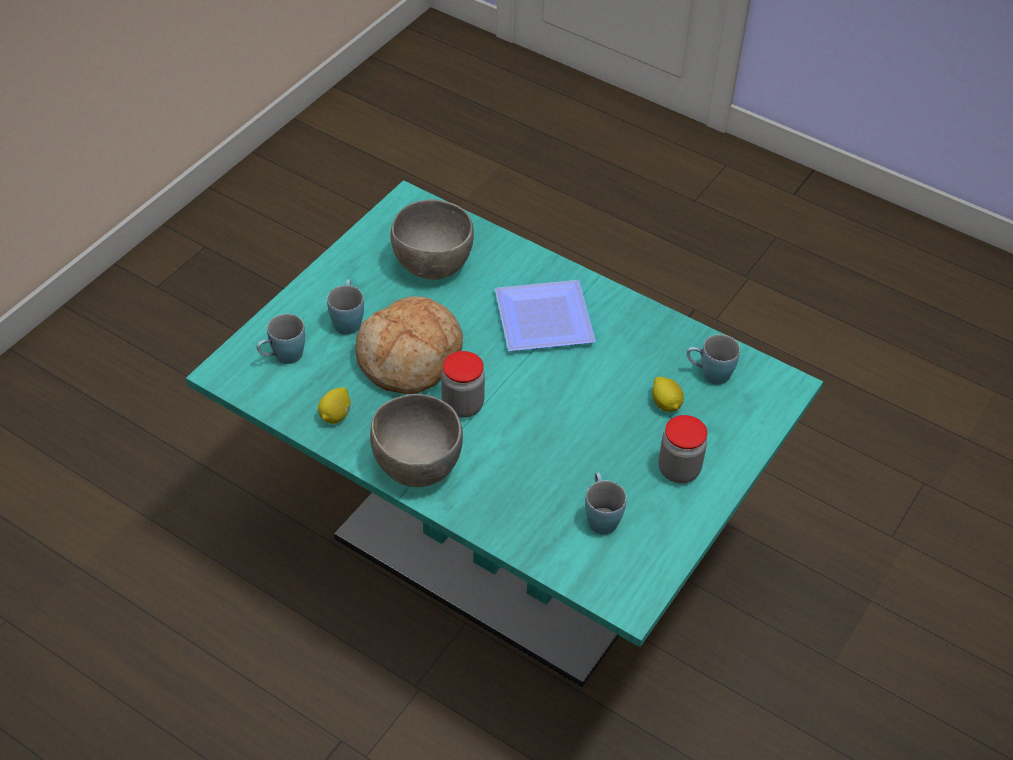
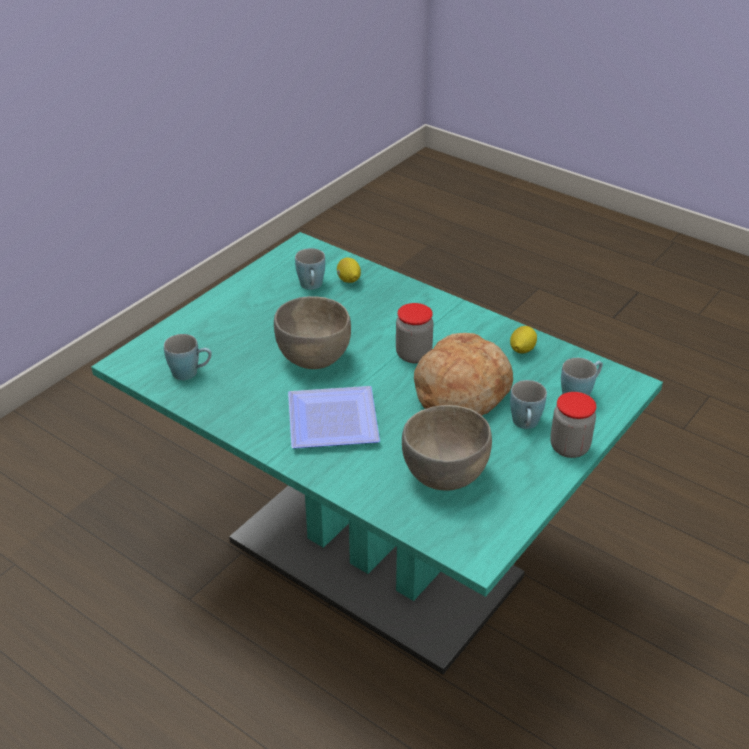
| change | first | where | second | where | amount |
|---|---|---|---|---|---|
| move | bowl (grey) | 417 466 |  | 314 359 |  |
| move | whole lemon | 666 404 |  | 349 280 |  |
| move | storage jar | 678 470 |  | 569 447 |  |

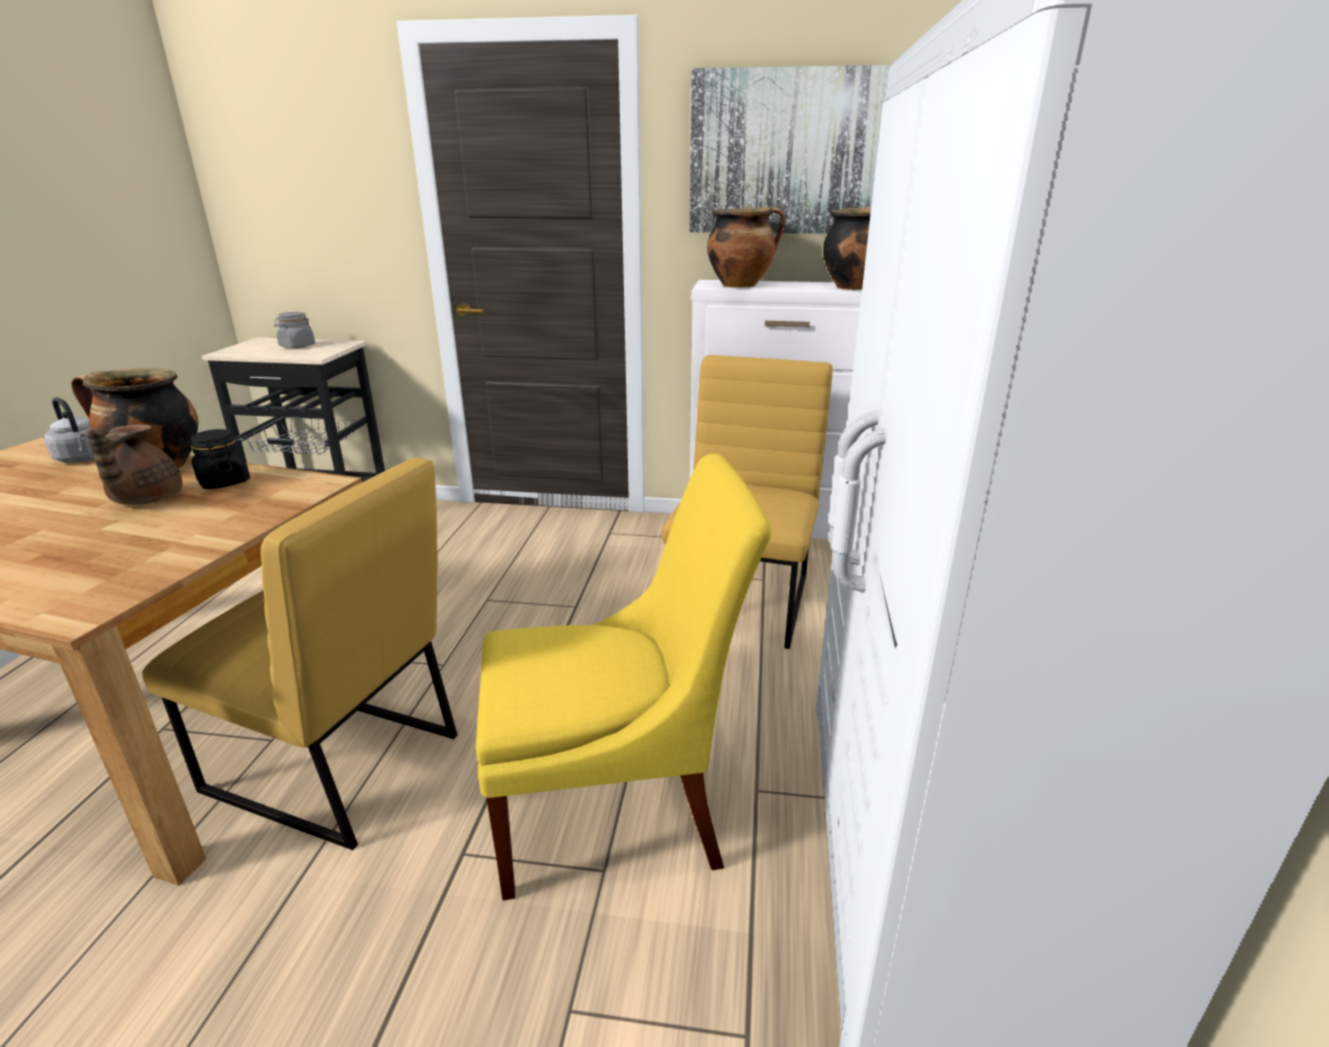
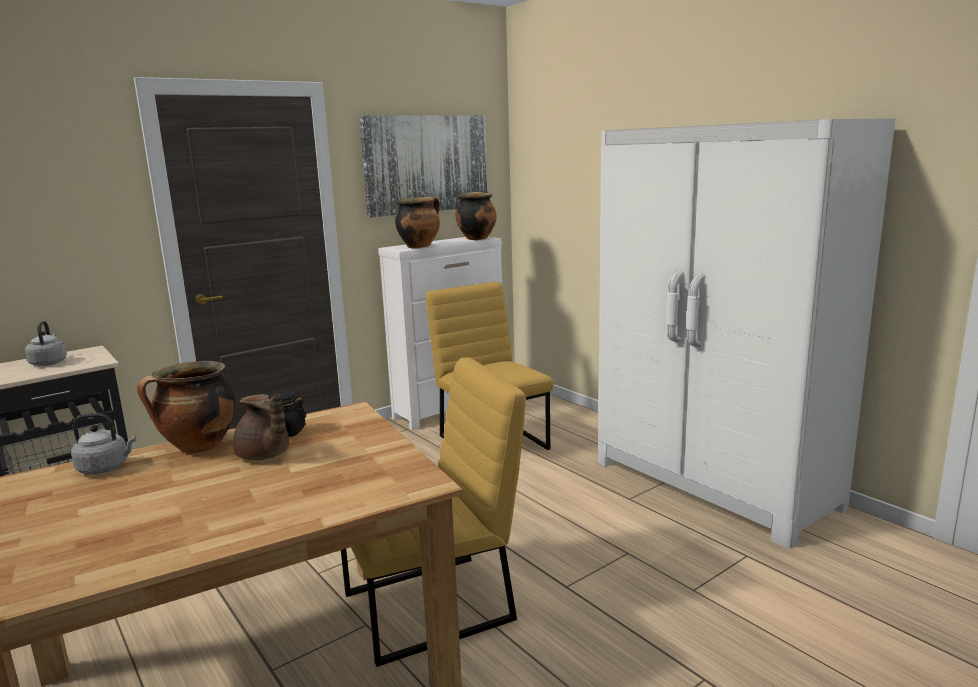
| change | first | where | second | where | amount |
|---|---|---|---|---|---|
| replace | storage jar (grey) | 297 346 | water kettle (grey) | 49 362 |  |
| delete | chair (yellow-coloured) | 618 808 |  |  |  |

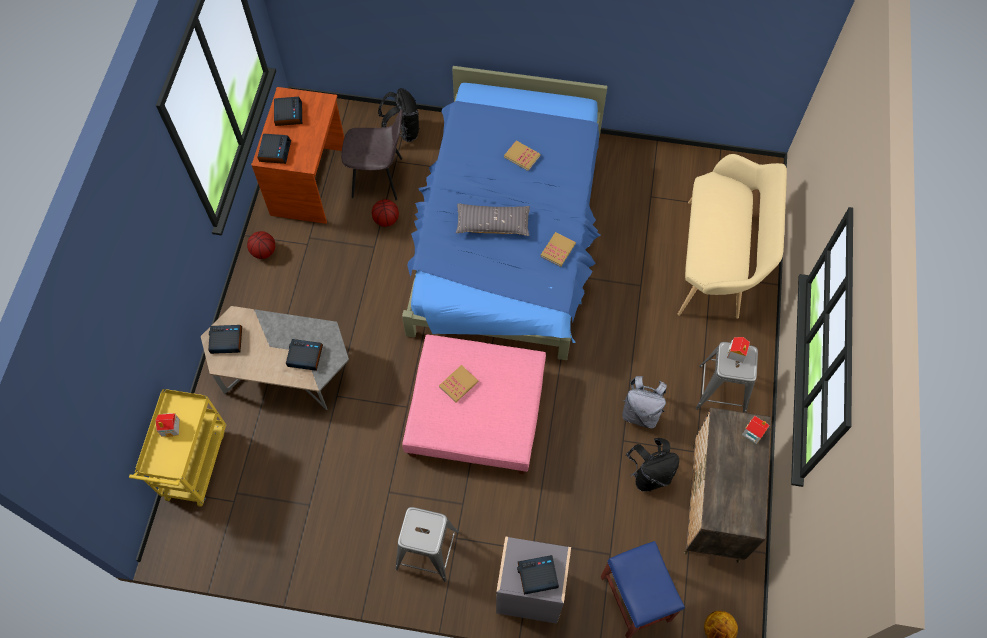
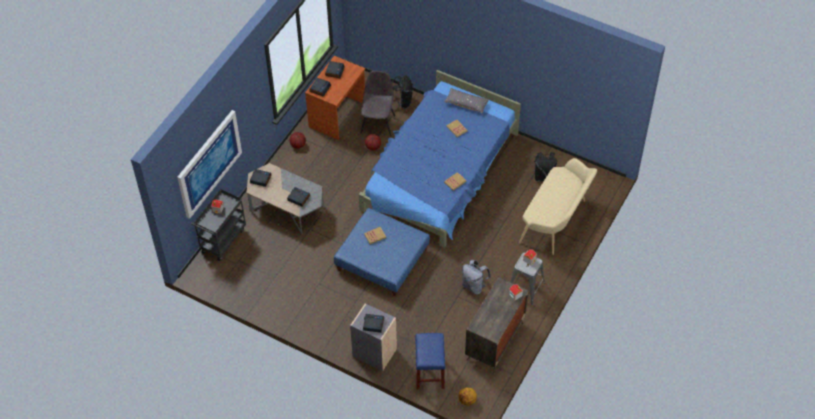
| change | first | where | second | where | amount |
|---|---|---|---|---|---|
| insert |  |  | picture | 209 163 |  |
| recolor | trolley (yellow-coloured) | 196 467 | trolley (grey) | 222 242 |  |
| recolor | ottoman (pinkish) | 476 412 | ottoman (blue) | 382 259 |  |
| rotate | chair (grey) | 379 178 |  | 378 123 | 105 degrees counterclockwise |
| move | cushion (grey) | 492 224 |  | 466 103 |  |
| move | backpack (black) | 649 474 |  | 544 176 |  |
| delete | stool (grey) | 427 550 |  |  |  |

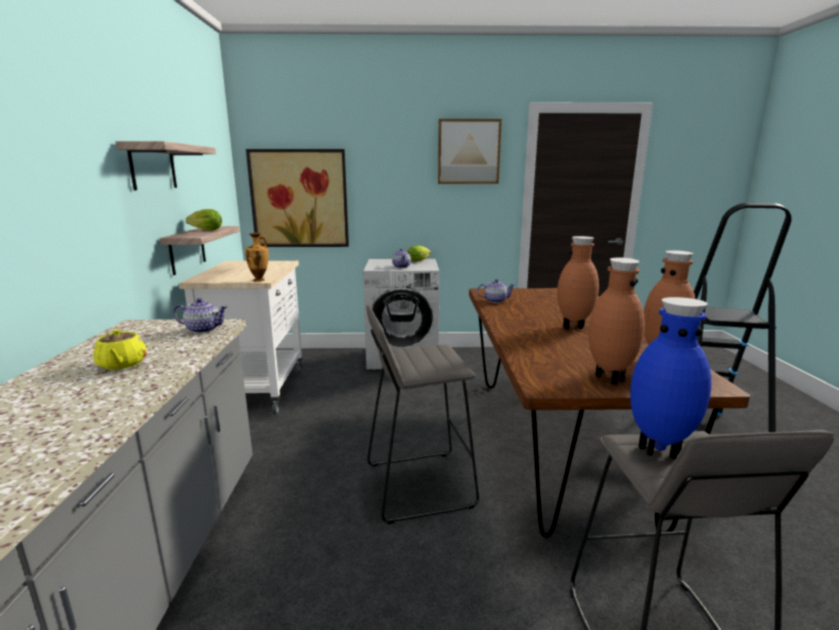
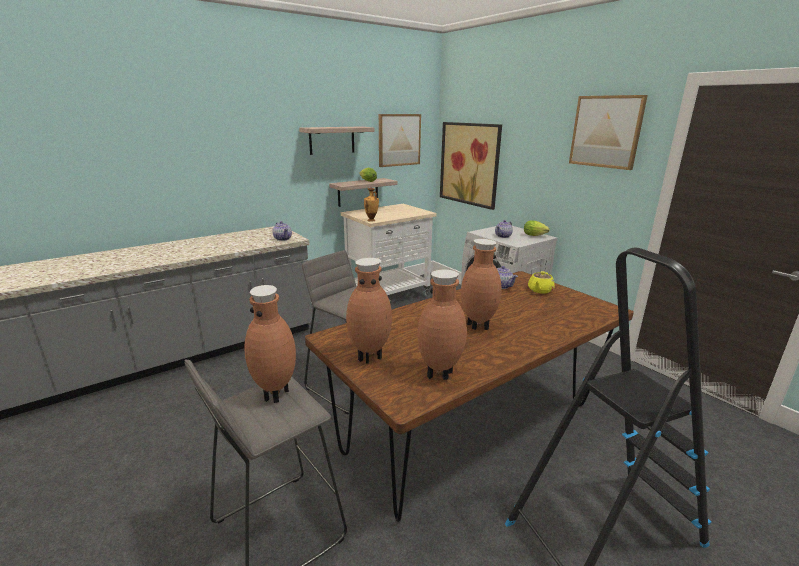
| change | first | where | second | where | amount |
|---|---|---|---|---|---|
| recolor | vase (blue) | 659 449 | vase (brownish) | 276 394 |  |
| insert |  |  | picture | 399 140 |  |
| move | pot for tea (yellow-coloured) | 122 364 |  | 540 290 |  |

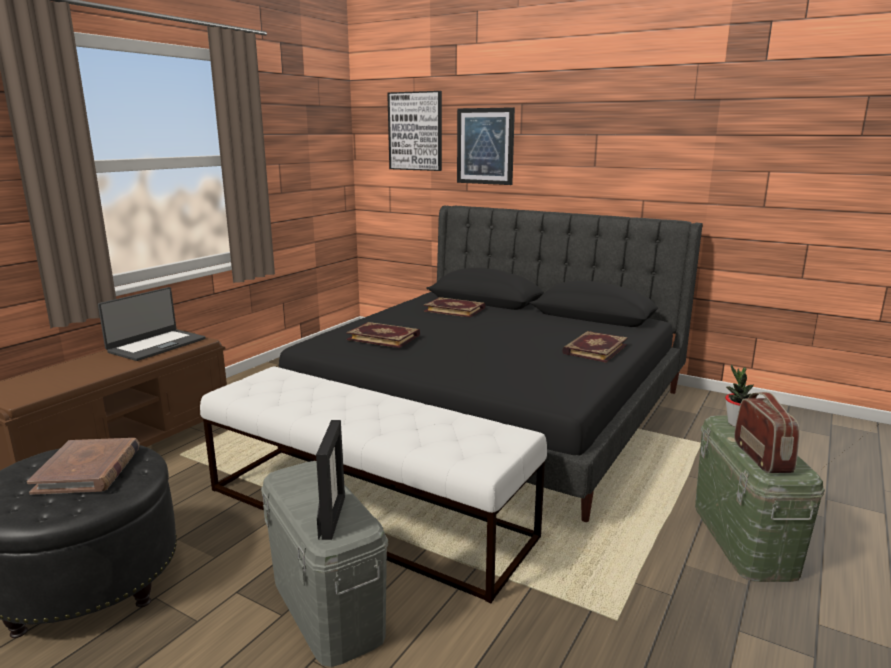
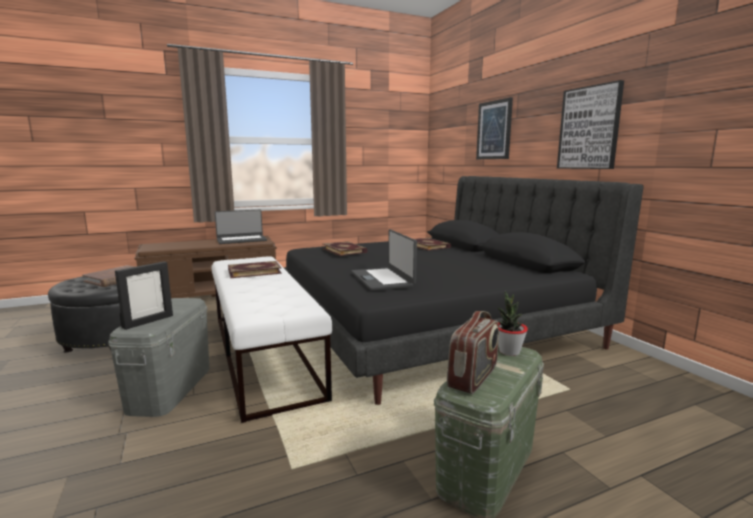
| change | first | where | second | where | amount |
|---|---|---|---|---|---|
| move | bound book | 594 349 |  | 254 271 |  |
| insert |  |  | notebook computer | 382 279 |  |
| move | picture | 415 131 |  | 589 128 |  |

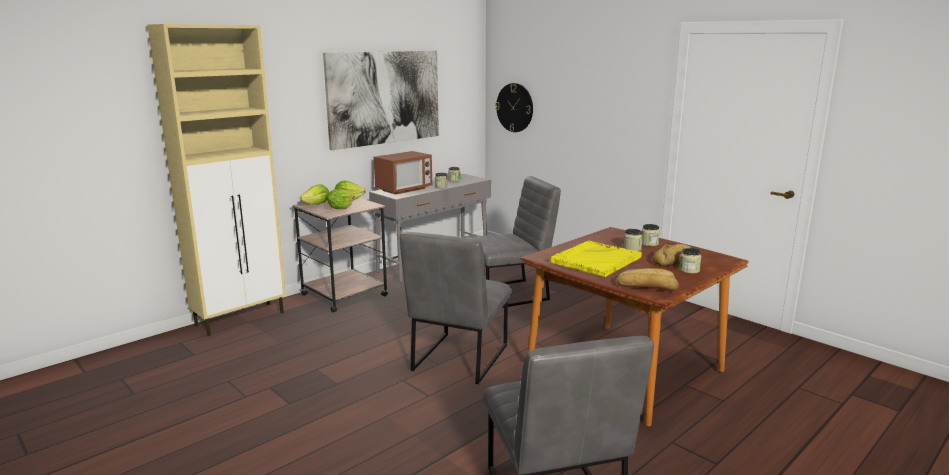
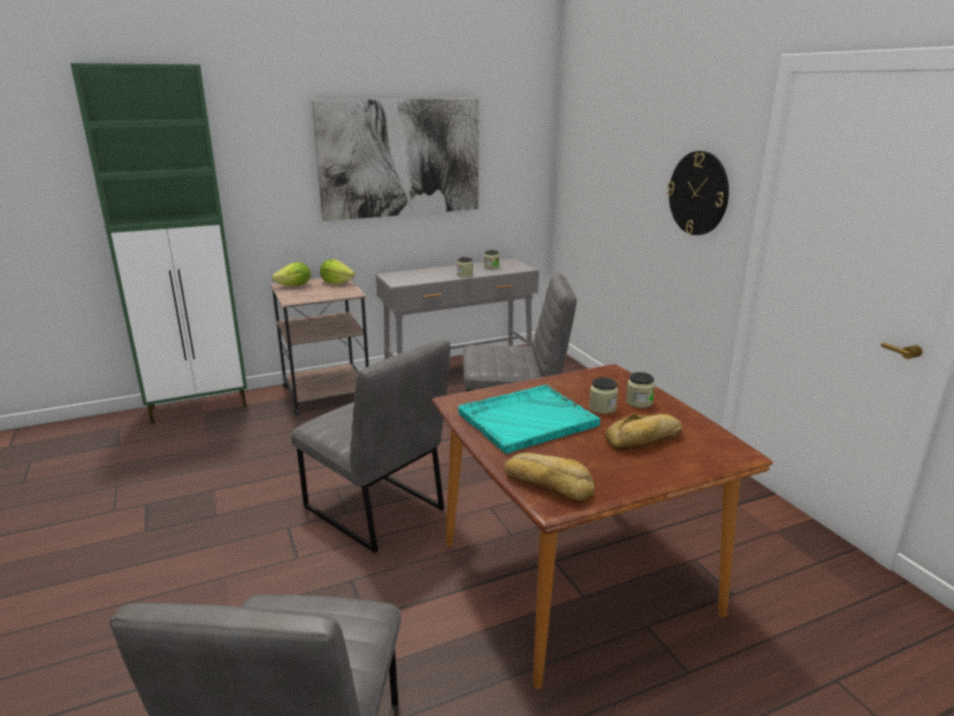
| change | first | where | second | where | amount |
|---|---|---|---|---|---|
| recolor | cupboard (beige-coloured) | 241 318 | cupboard (green) | 200 407 |  |
| rotate | chair (grey) | 458 359 |  | 375 510 | 90 degrees counterclockwise |
| recolor | tray (yellow-coloured) | 595 260 | tray (turquoise) | 526 420 |  |
| move | hanging clock | 514 107 |  | 698 193 |  |
| delete | head of lettuce | 340 208 |  |  |  |
| delete | microwave oven | 404 189 |  |  |  |
| delete | storage jar | 689 270 |  |  |  |

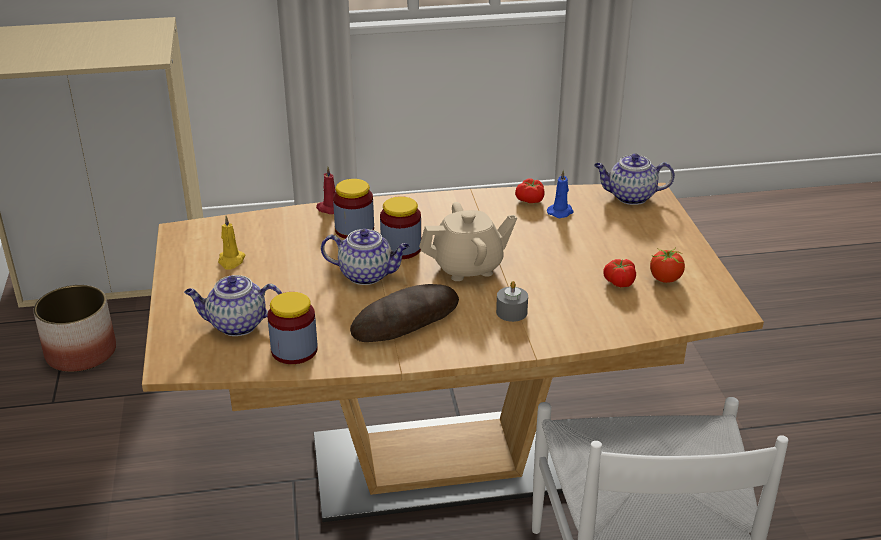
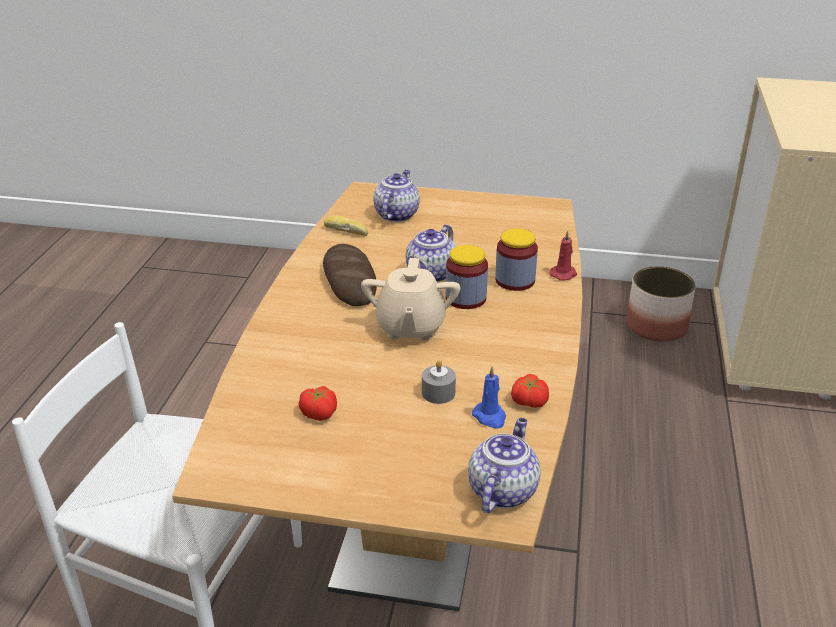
| change | first | where | second | where | amount |
|---|---|---|---|---|---|
| replace | storage jar | 294 350 | baked bread | 346 231 |  |
| move | candle (grey) | 511 312 |  | 438 393 |  |
| delete | candle (yellow-coloured) | 231 261 |  |  |  |
| delete | fresh tomato | 665 279 |  |  |  |

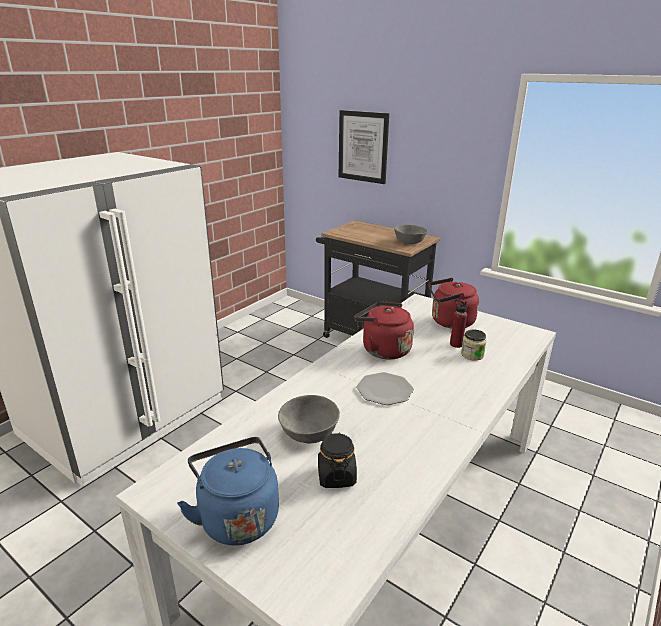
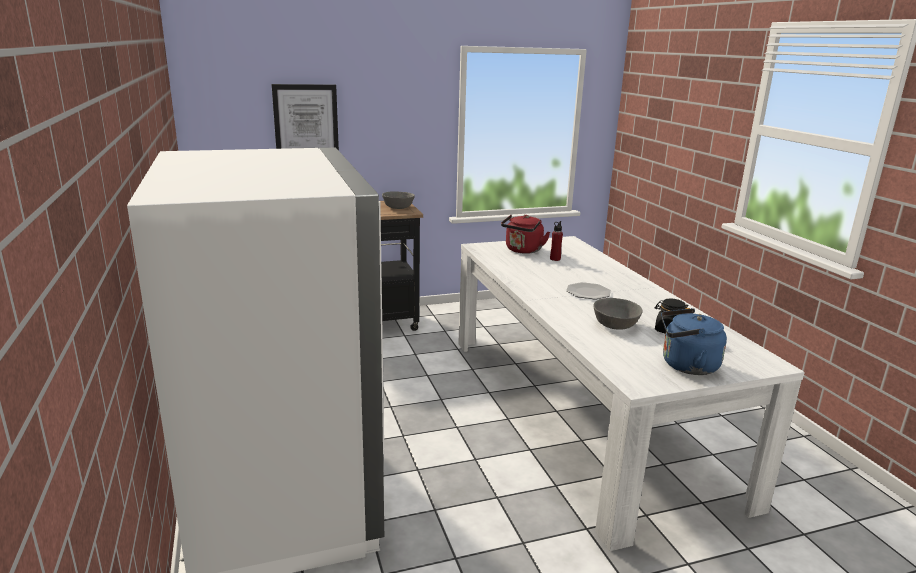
| change | first | where | second | where | amount |
|---|---|---|---|---|---|
| delete | water kettle (reddish) | 383 350 |  |  |  |
| delete | storage jar | 472 355 |  |  |  |

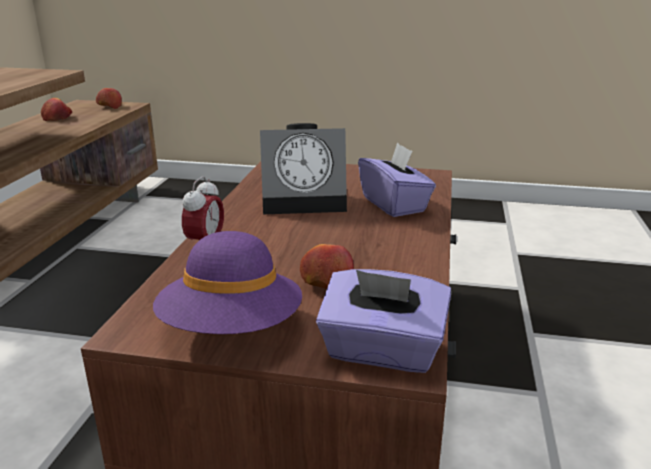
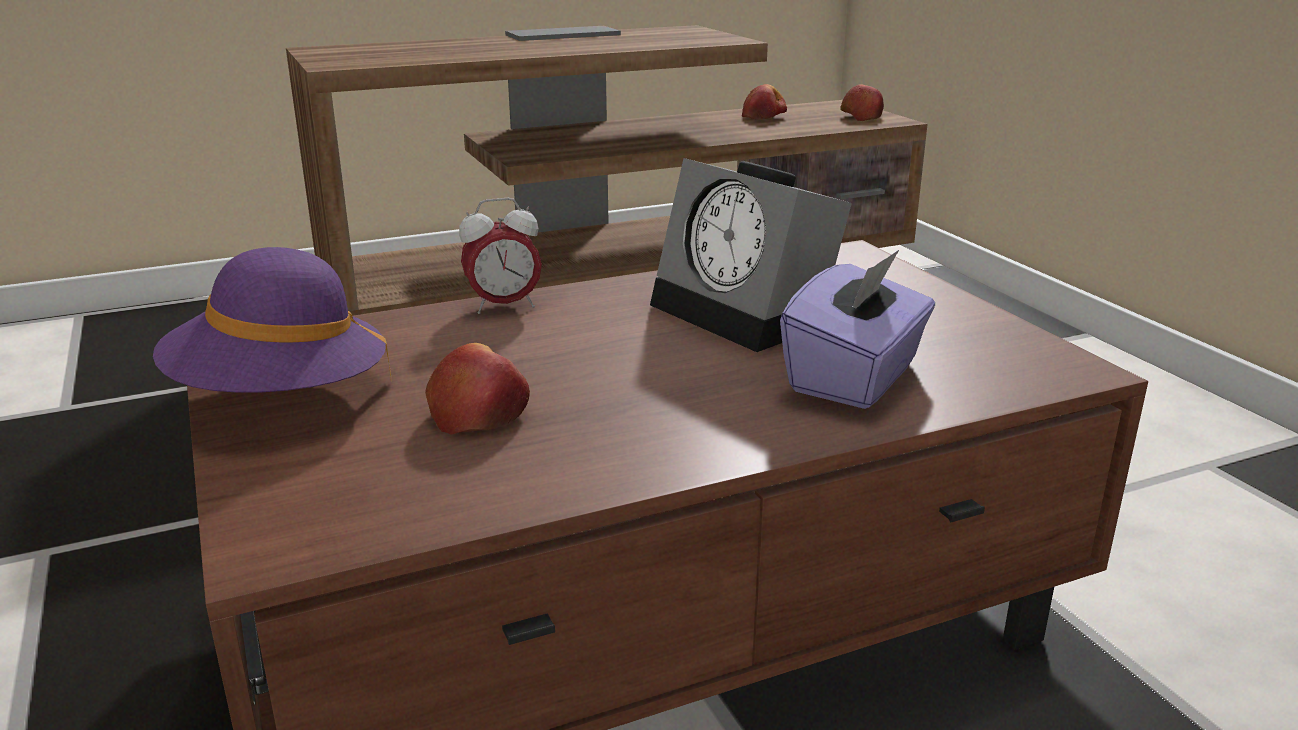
| change | first | where | second | where | amount |
|---|---|---|---|---|---|
| delete | tissue box (purple) | 382 351 |  |  |  |

